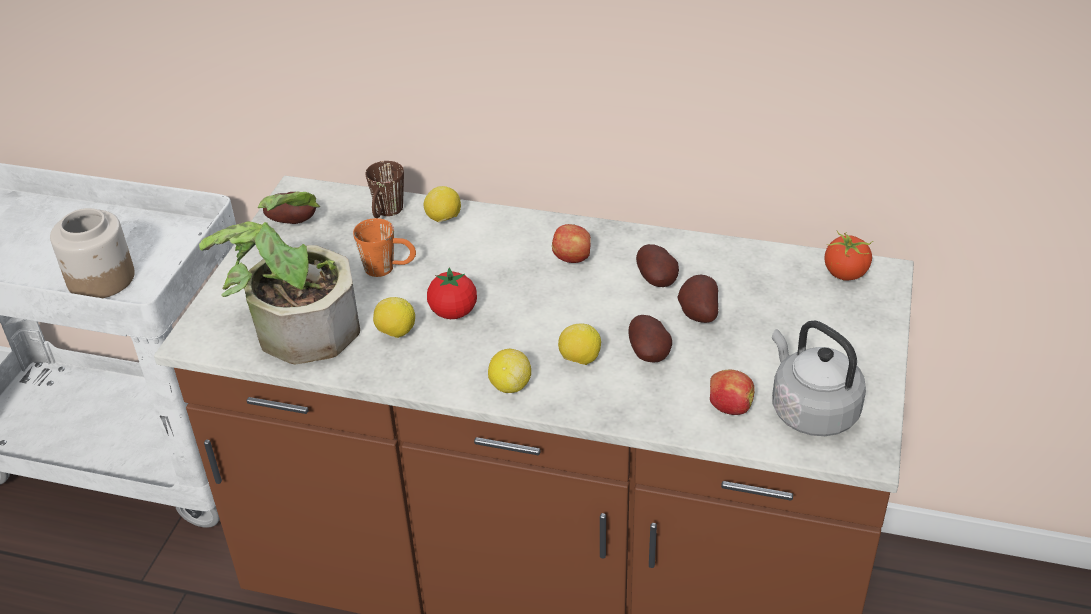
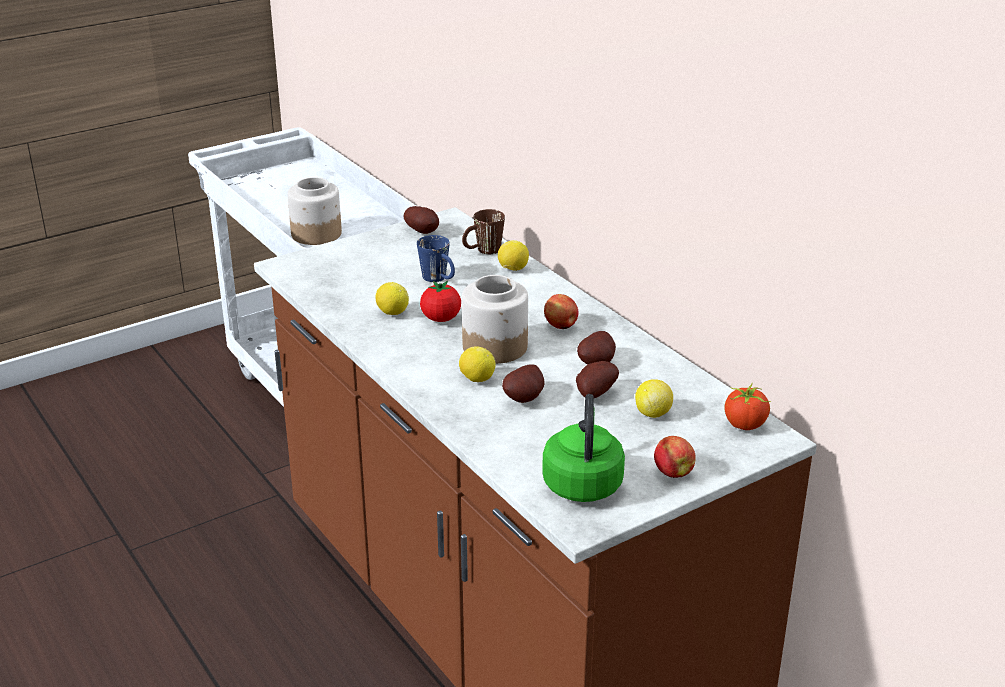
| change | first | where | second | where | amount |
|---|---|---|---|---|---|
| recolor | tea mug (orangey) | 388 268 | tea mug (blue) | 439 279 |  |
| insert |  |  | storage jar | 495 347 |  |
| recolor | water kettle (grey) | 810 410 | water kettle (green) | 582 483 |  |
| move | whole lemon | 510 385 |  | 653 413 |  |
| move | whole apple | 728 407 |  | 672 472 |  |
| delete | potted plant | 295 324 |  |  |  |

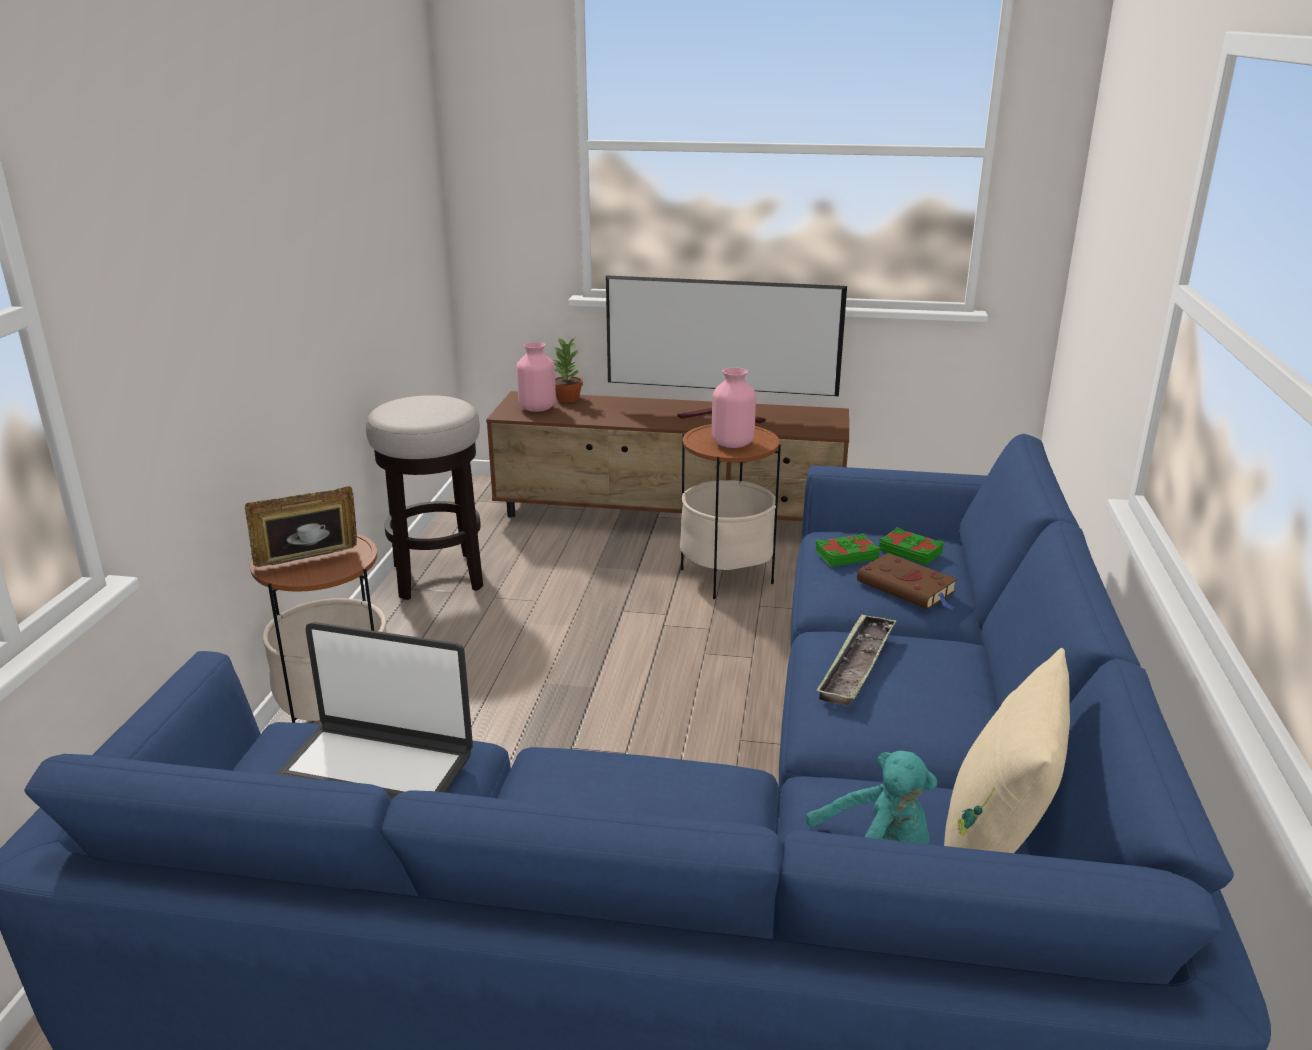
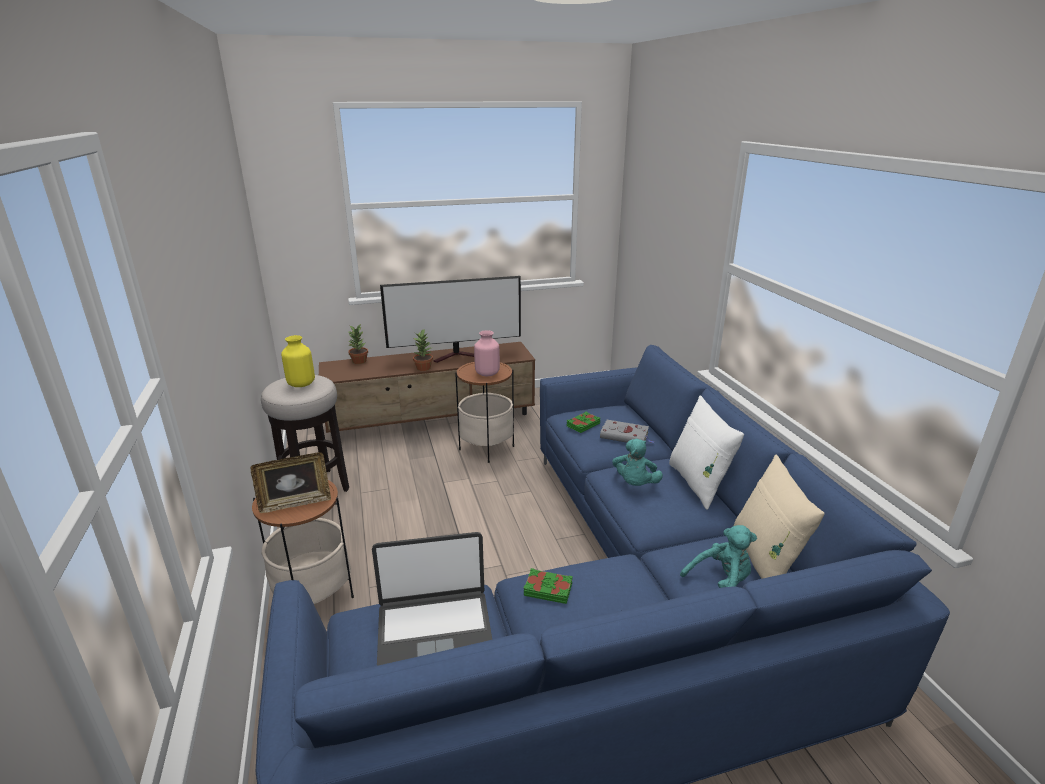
| change | first | where | second | where | amount |
|---|---|---|---|---|---|
| rotate | photo frame | 308 562 |  | 295 503 | 150 degrees counterclockwise |
| insert |  |  | vase (yellow-coloured) | 301 384 |  |
| insert |  |  | potted plant | 424 368 |  |
| move | bound book (green) | 910 551 |  | 548 589 |  |
| recolor | bound book (brownish) | 908 588 | bound book (grey) | 625 436 |  |
| replace | tray | 856 665 | plush toy (turquoise) | 635 484 |  |
| insert |  |  | cushion (white-coloured) | 698 484 |  |
| delete | vase (pinkish) | 537 408 |  |  |  |

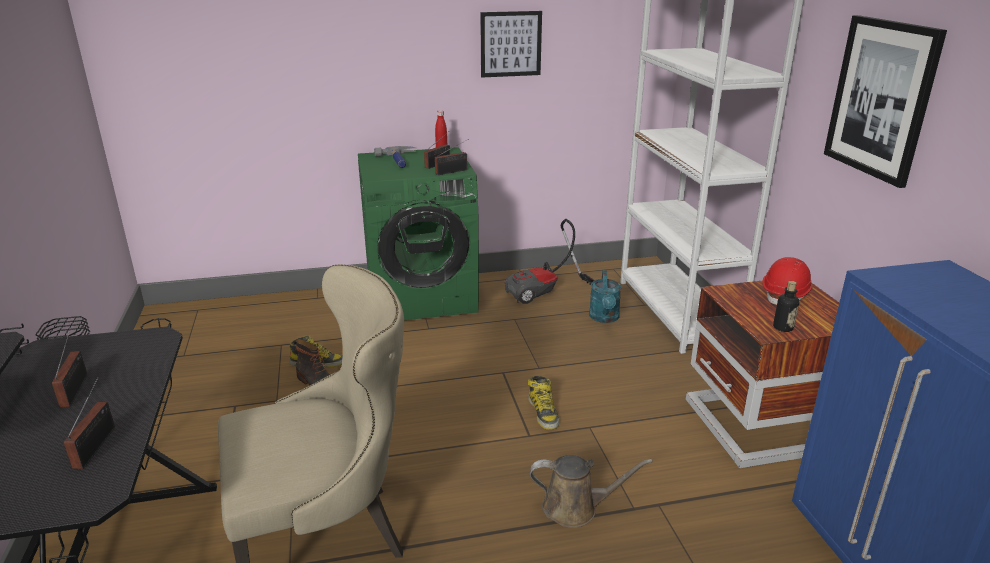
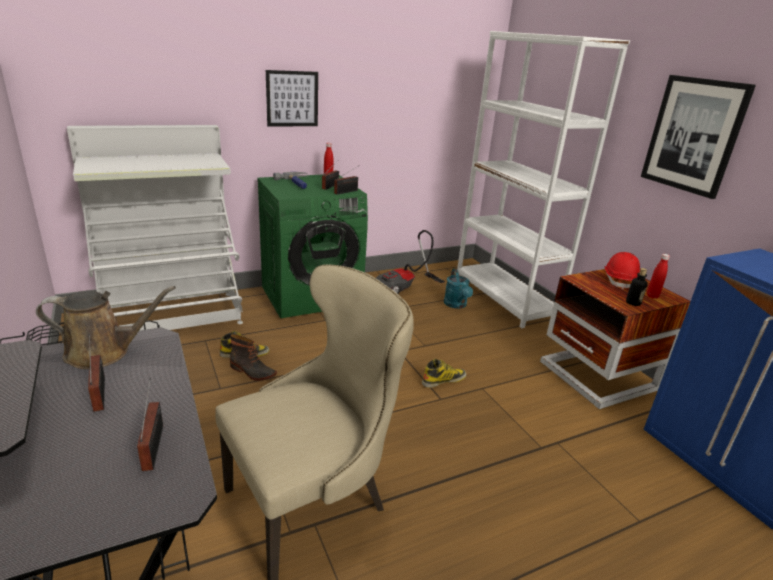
| change | first | where | second | where | amount |
|---|---|---|---|---|---|
| move | watering can (brownish) | 575 508 |  | 104 352 |  |
| insert |  |  | shoe stand (white-coloured) | 173 319 |  |
| move | picture | 510 44 |  | 292 99 |  |
| rotate | boot | 543 413 |  | 443 380 | 90 degrees counterclockwise |
| insert |  |  | bottle (reddish) | 652 296 |  |

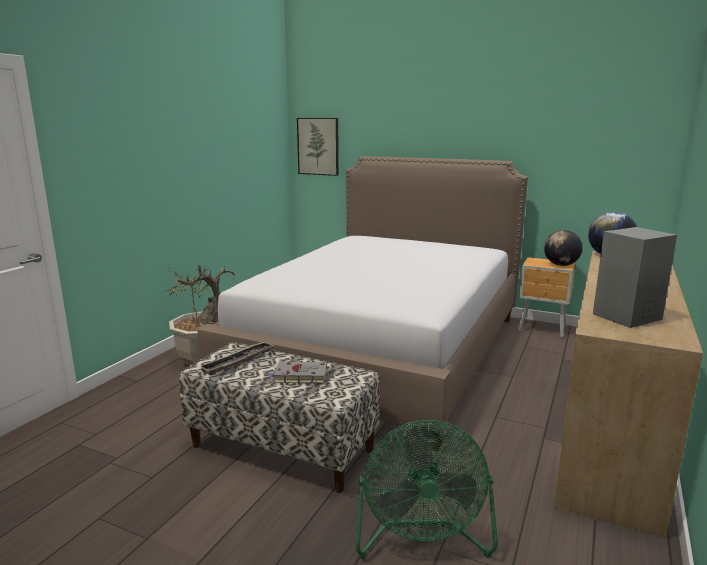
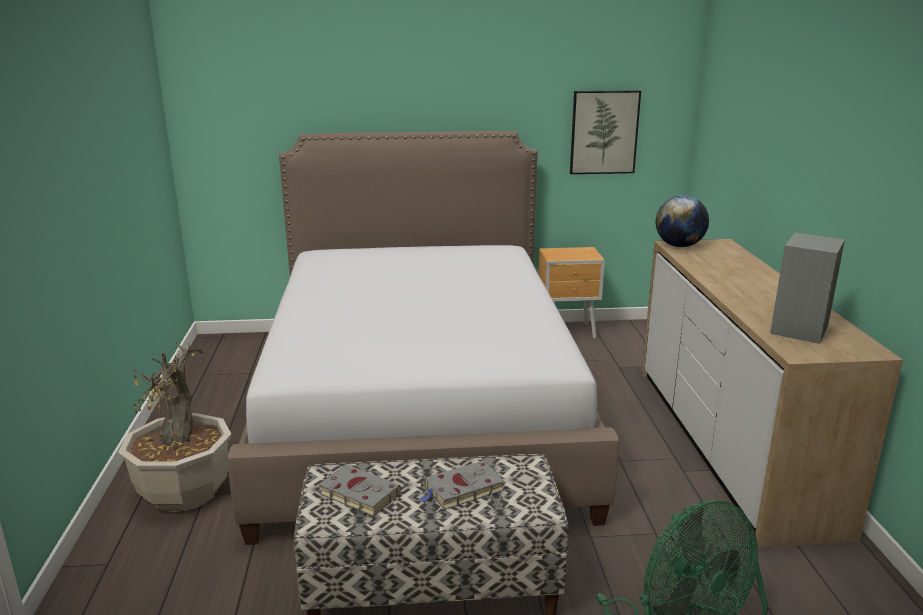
| change | first | where | second | where | amount |
|---|---|---|---|---|---|
| replace | tray | 238 361 | bound book (grey) | 358 493 |  |
| move | picture | 318 146 |  | 604 132 |  |
| delete | world globe | 561 265 |  |  |  |

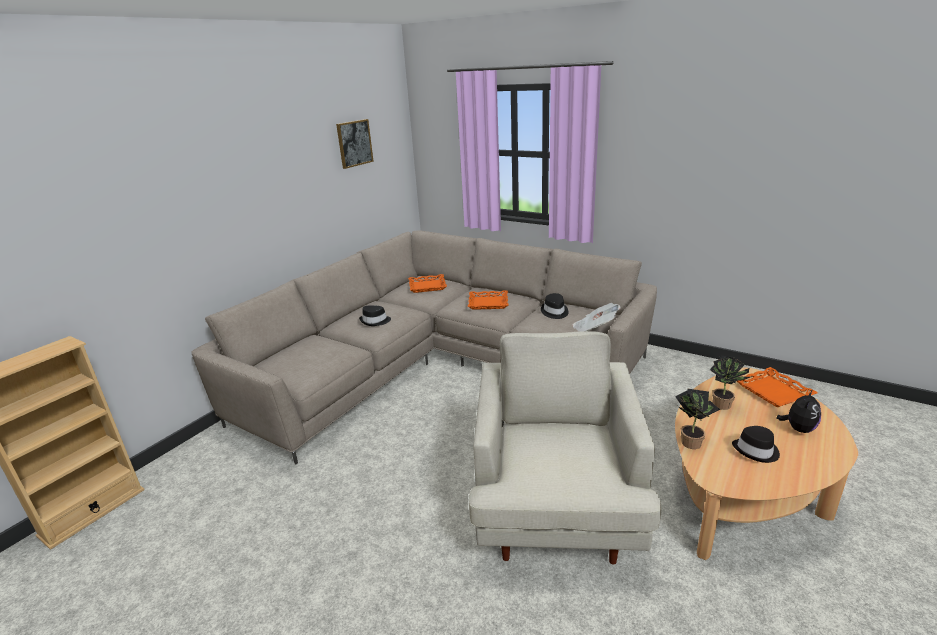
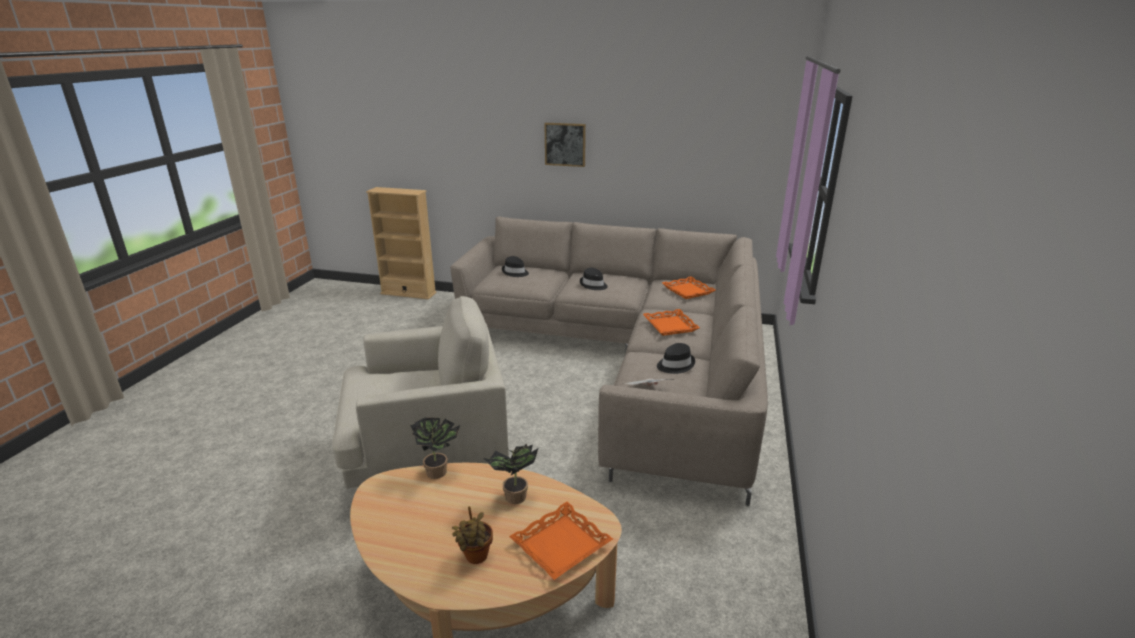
| change | first | where | second | where | amount |
|---|---|---|---|---|---|
| replace | plush toy | 798 429 | potted plant | 475 558 |  |
| move | wearable hat (black) | 756 450 |  | 515 272 |  |
| move | picture | 354 143 |  | 565 144 |  |

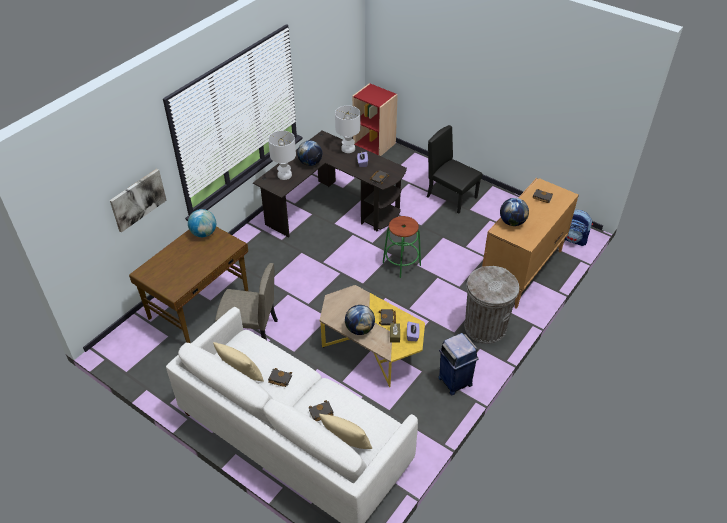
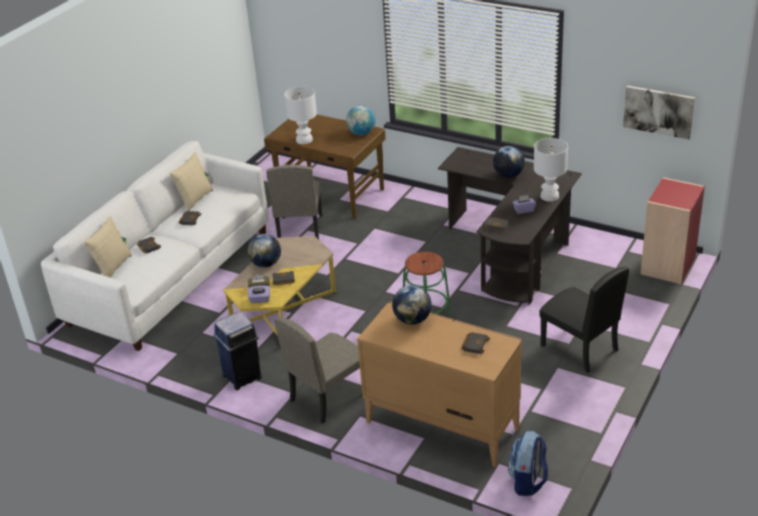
| change | first | where | second | where | amount |
|---|---|---|---|---|---|
| replace | waste bin (grey) | 485 327 | chair (beige-coloured) | 328 396 |  |
| move | table lamp (white-coloured) | 284 175 |  | 305 140 |  |
| rotate | chair (black) | 452 197 |  | 579 348 | 105 degrees clockwise |
| move | picture | 138 199 |  | 658 111 |  |

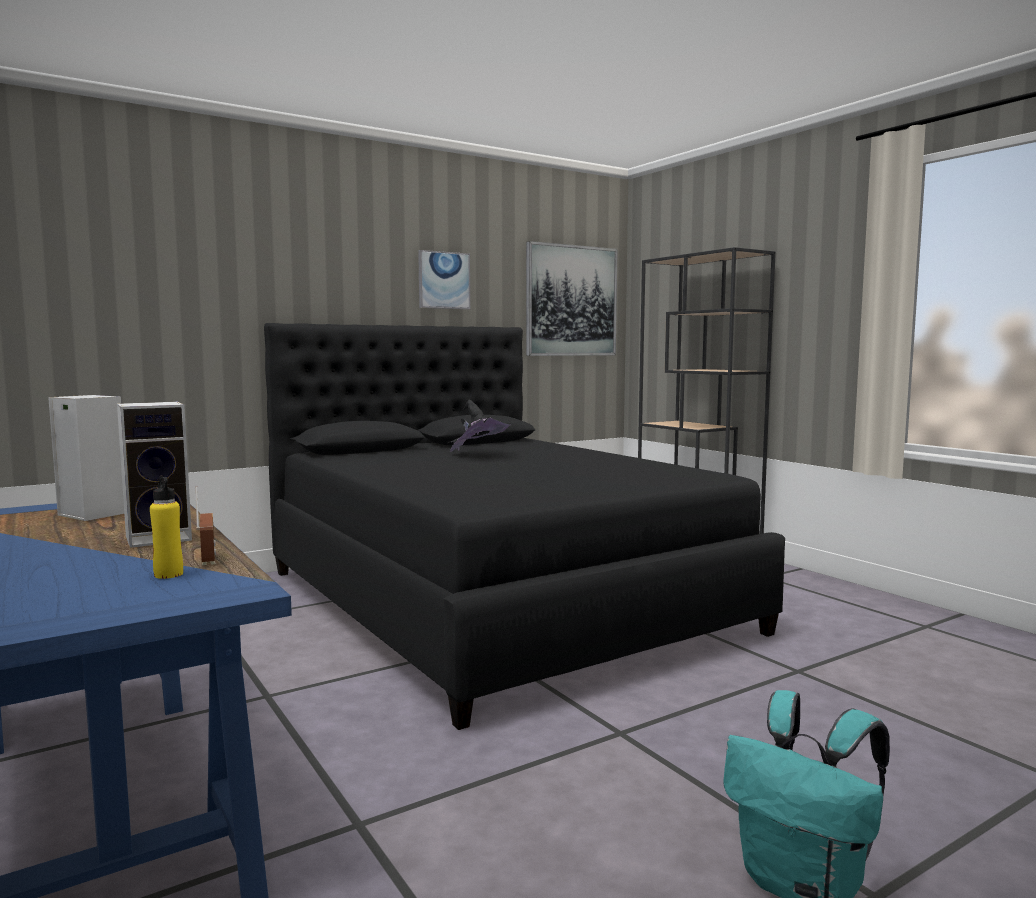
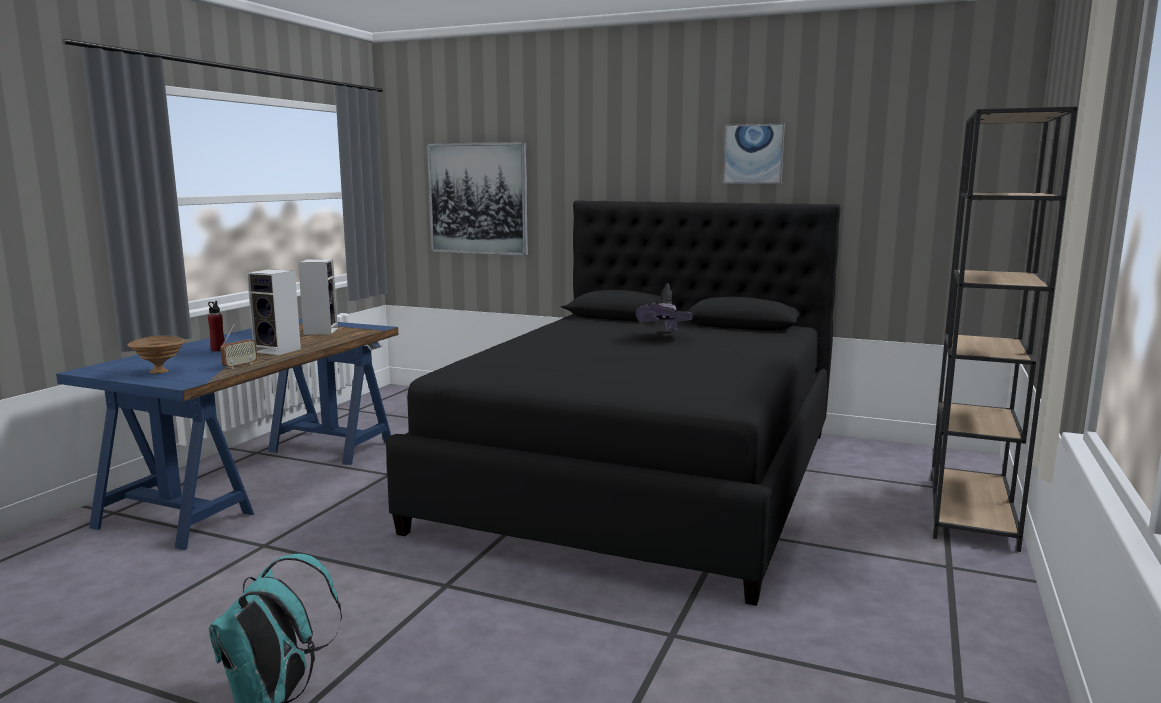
| change | first | where | second | where | amount |
|---|---|---|---|---|---|
| insert |  |  | bowl (brownish) | 161 372 |  |
| insert |  |  | bottle (reddish) | 218 350 |  |
| move | picture | 571 301 |  | 478 198 |  |
| delete | bottle (yellow-coloured) | 168 574 |  |  |  |

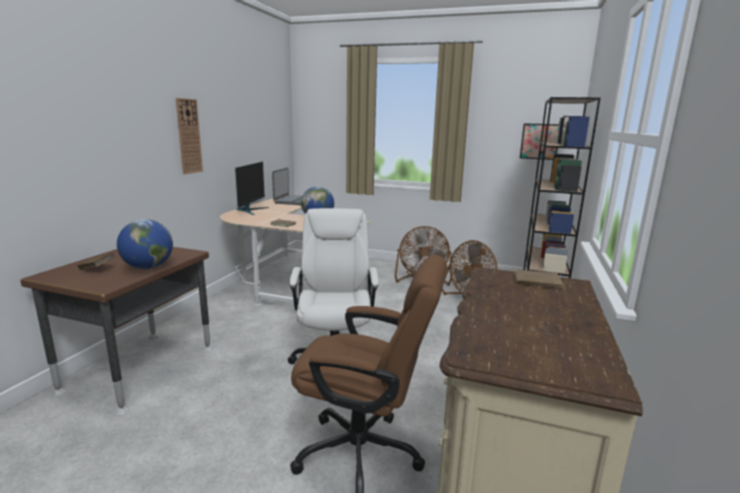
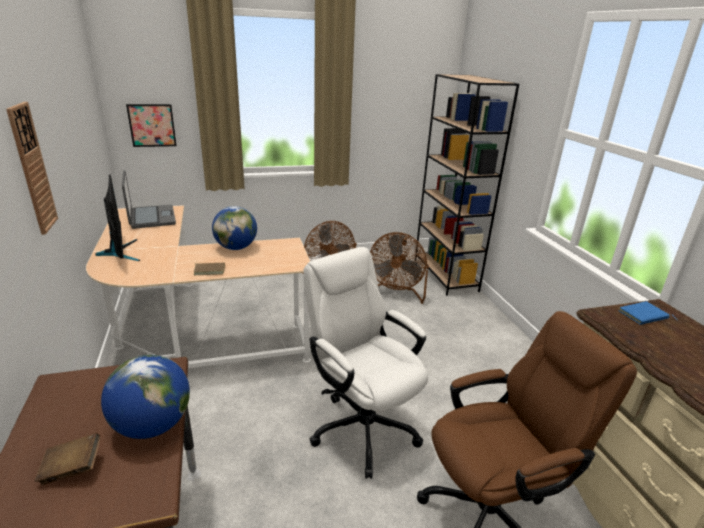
| change | first | where | second | where | amount |
|---|---|---|---|---|---|
| move | picture | 539 141 |  | 152 125 |  |
| recolor | bound book (brownish) | 537 282 | bound book (blue) | 644 316 |  |

